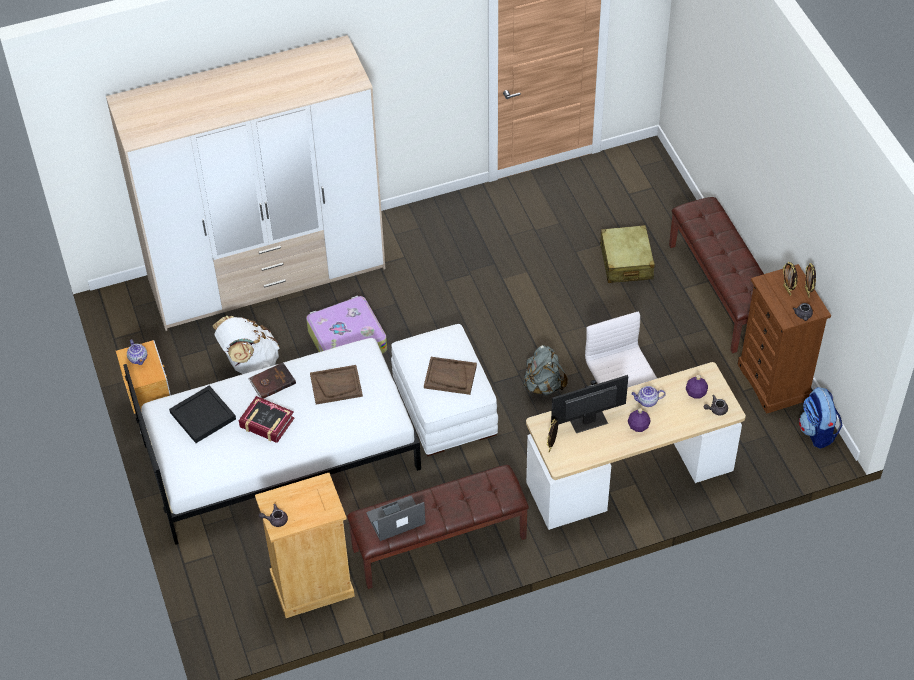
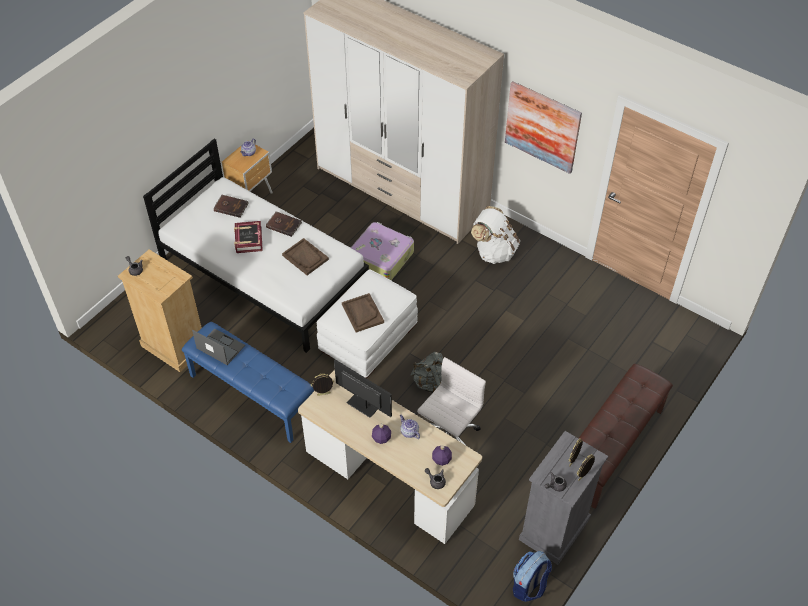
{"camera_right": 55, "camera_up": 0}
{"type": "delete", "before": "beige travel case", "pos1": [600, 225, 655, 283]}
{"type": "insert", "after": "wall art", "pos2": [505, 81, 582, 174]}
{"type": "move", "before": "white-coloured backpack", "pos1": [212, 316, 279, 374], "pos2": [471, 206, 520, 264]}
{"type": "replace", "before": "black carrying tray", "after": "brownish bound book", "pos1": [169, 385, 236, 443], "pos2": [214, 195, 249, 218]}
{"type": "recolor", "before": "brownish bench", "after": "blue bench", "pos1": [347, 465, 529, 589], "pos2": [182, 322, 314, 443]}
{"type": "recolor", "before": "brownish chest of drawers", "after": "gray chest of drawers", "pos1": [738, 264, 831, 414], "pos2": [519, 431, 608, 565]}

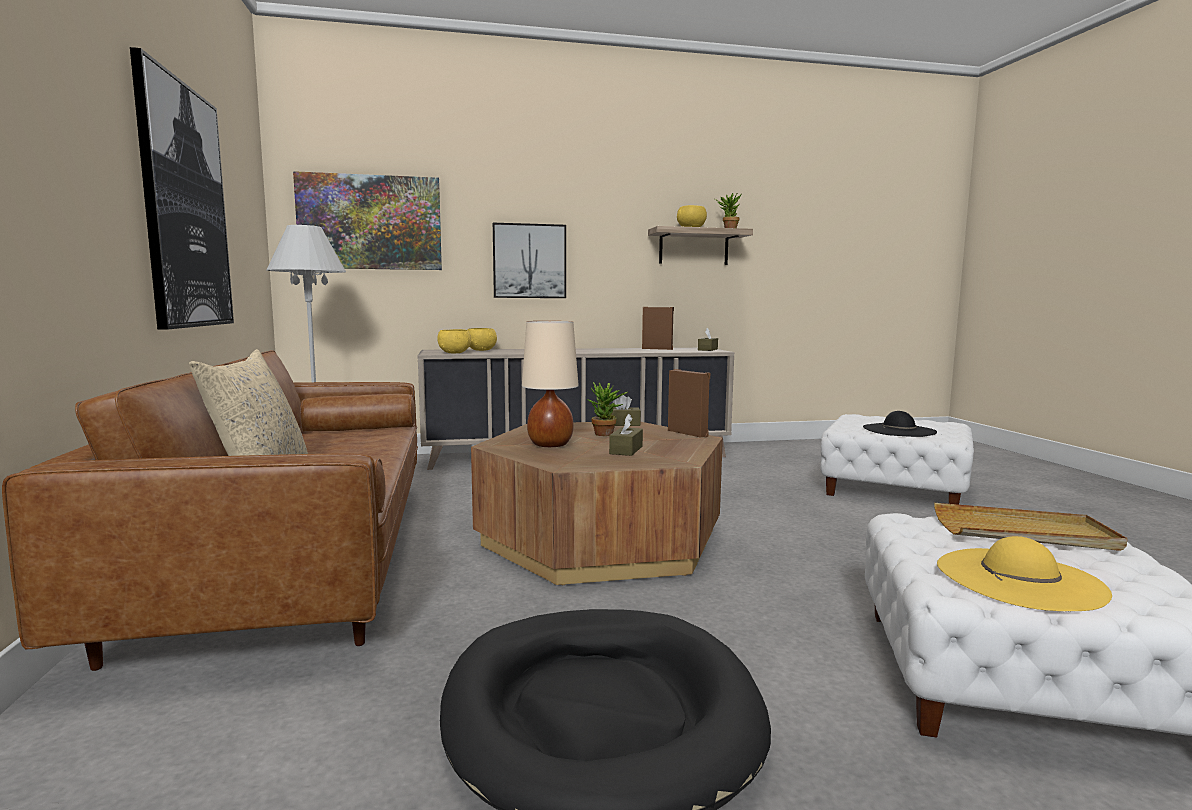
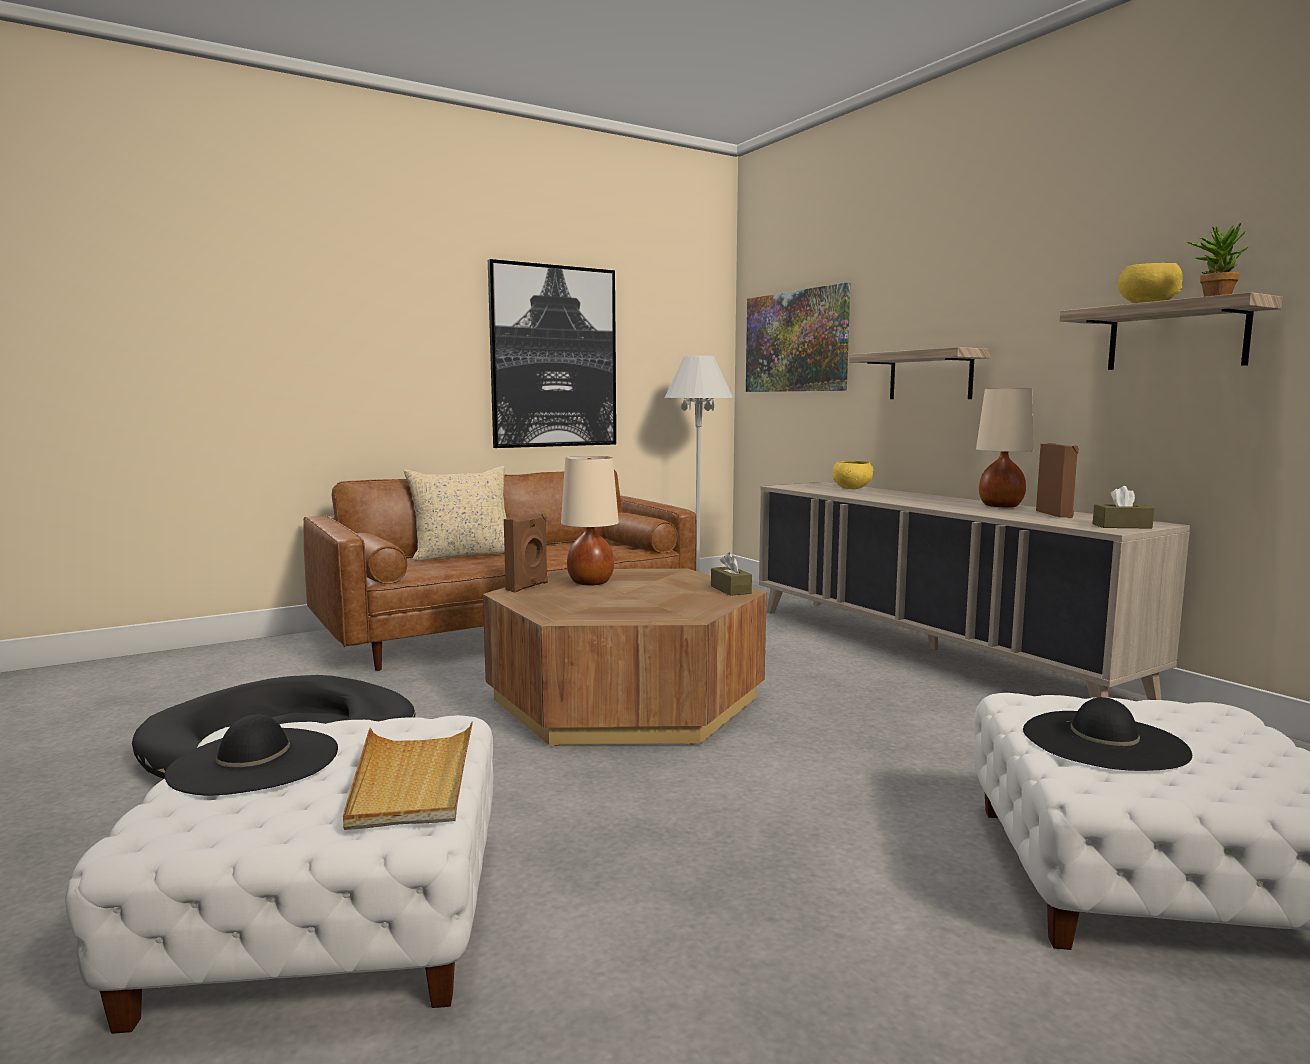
{"camera_right": 70, "camera_up": 0}
{"type": "delete", "before": "yellowish serving bowl", "pos1": [437, 329, 471, 353]}
{"type": "delete", "before": "plant in a pot", "pos1": [588, 382, 628, 436]}
{"type": "delete", "before": "brownish box of tissues", "pos1": [609, 414, 643, 456]}
{"type": "insert", "after": "beige lamp for a table", "pos2": [976, 388, 1034, 508]}
{"type": "move", "before": "brownish speaker", "pos1": [668, 369, 710, 438], "pos2": [504, 513, 548, 592]}
{"type": "replace", "before": "wall art", "after": "shelf", "pos1": [493, 223, 566, 298], "pos2": [849, 347, 990, 399]}
{"type": "recolor", "before": "yellowish clothing hat", "after": "black clothing hat", "pos1": [937, 536, 1112, 611], "pos2": [165, 714, 338, 796]}

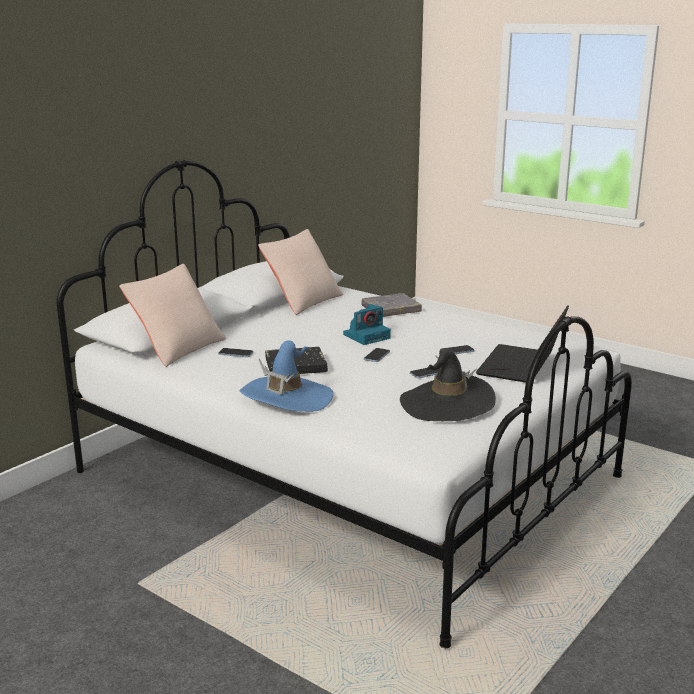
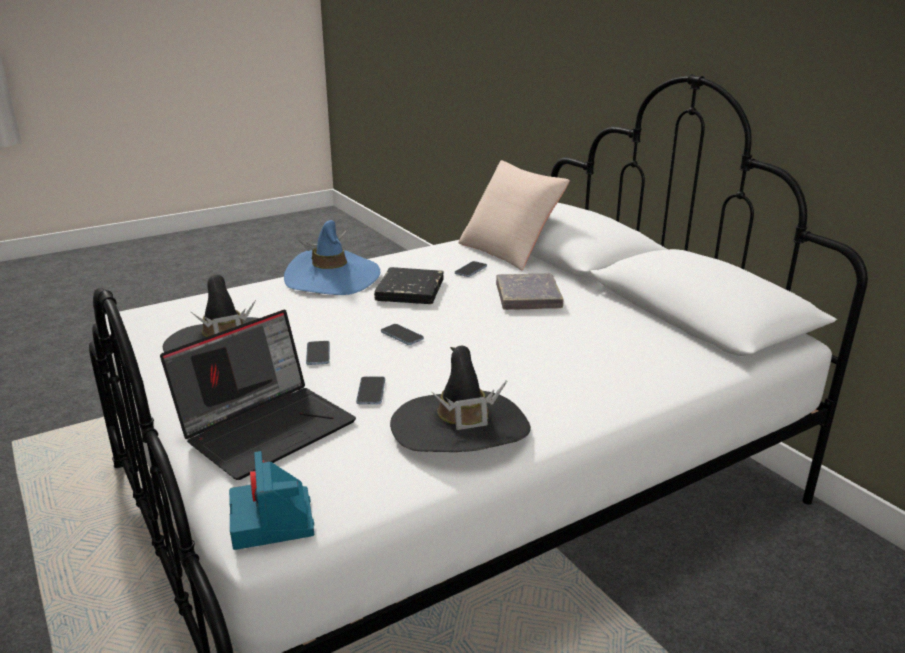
{"camera_right": 110, "camera_up": 5}
{"type": "delete", "before": "beige pillow", "pos1": [258, 229, 343, 315]}
{"type": "insert", "after": "black clothing hat", "pos2": [390, 345, 531, 452]}
{"type": "move", "before": "still camera", "pos1": [343, 304, 391, 345], "pos2": [229, 451, 314, 550]}
{"type": "move", "before": "gray bound book", "pos1": [361, 293, 422, 317], "pos2": [496, 274, 563, 310]}
{"type": "rotate", "before": "portable computer", "pos1": [476, 305, 569, 382], "pos2": [160, 310, 356, 480], "turn": 90}

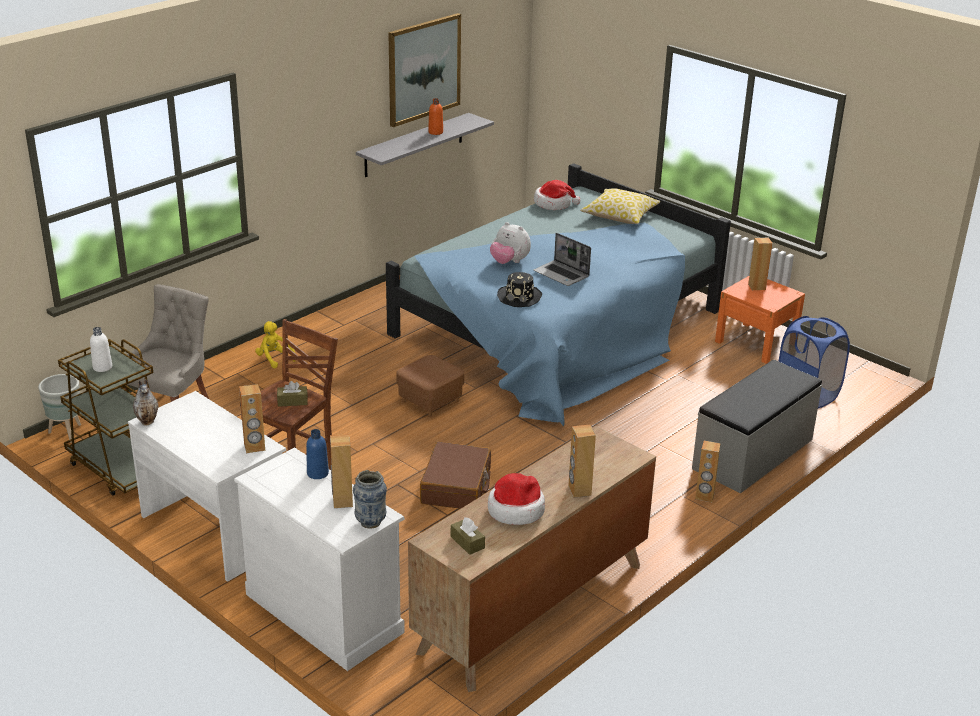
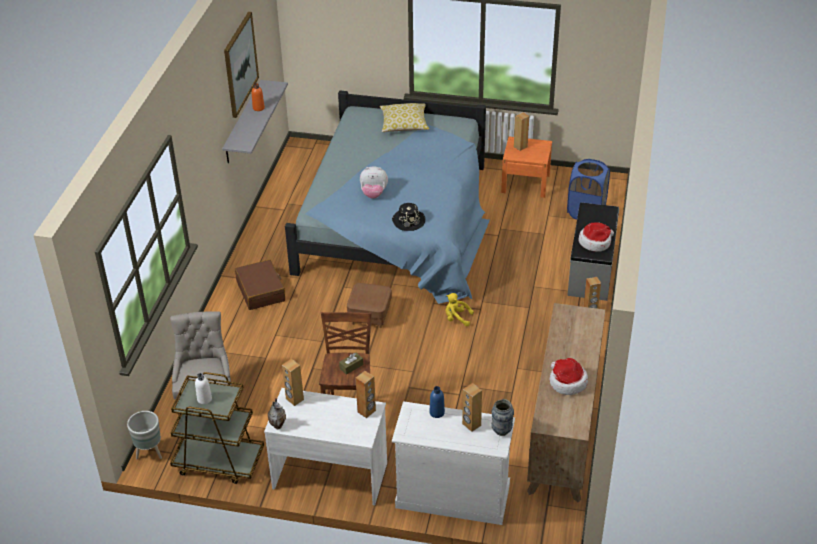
{"camera_right": -30, "camera_up": 10}
{"type": "delete", "before": "brownish box of tissues", "pos1": [451, 517, 485, 555]}
{"type": "delete", "before": "portable computer", "pos1": [533, 233, 591, 286]}
{"type": "move", "before": "yellowish plush toy", "pos1": [255, 321, 296, 368], "pos2": [445, 293, 474, 326]}
{"type": "move", "before": "brownish travel case", "pos1": [420, 442, 491, 509], "pos2": [235, 259, 285, 310]}
{"type": "move", "before": "clothing hat", "pos1": [534, 180, 580, 210], "pos2": [579, 222, 614, 252]}
{"type": "move", "before": "brownish speaker", "pos1": [568, 424, 596, 498], "pos2": [282, 359, 304, 406]}

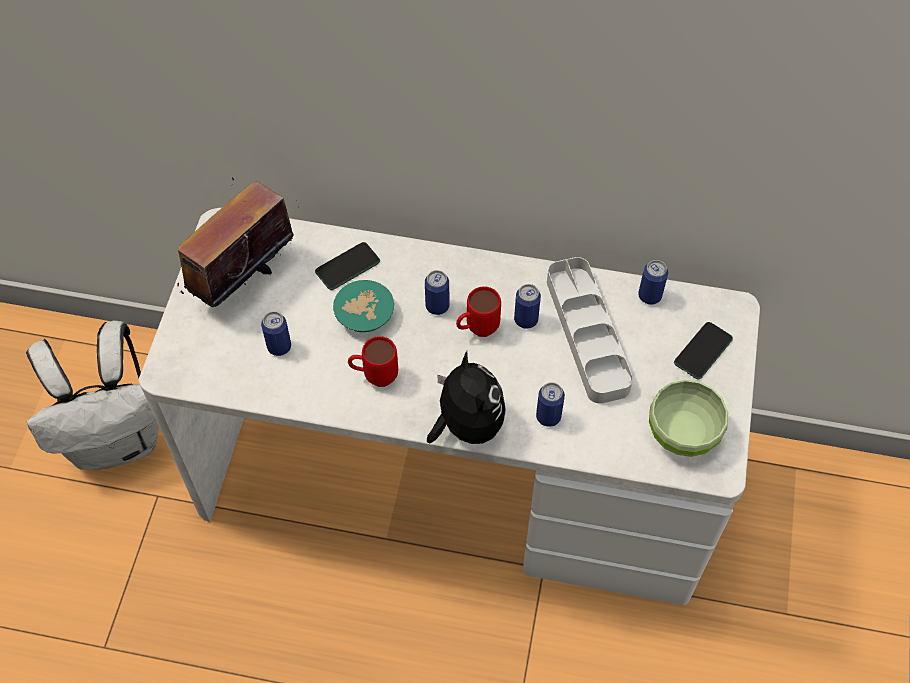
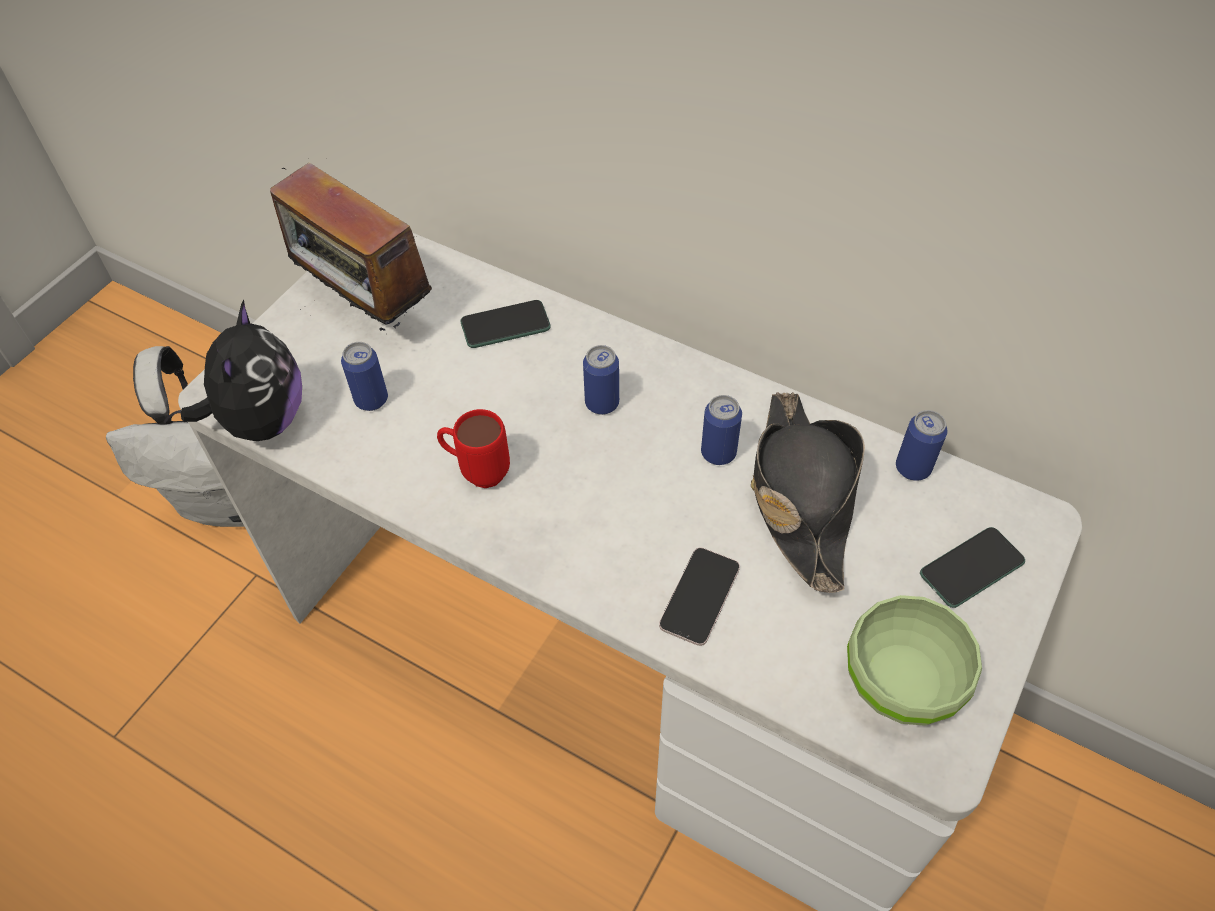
{"camera_right": 20, "camera_up": -5}
{"type": "delete", "before": "blue-green serving bowl", "pos1": [333, 280, 394, 332]}
{"type": "delete", "before": "reddish mug", "pos1": [456, 286, 501, 337]}
{"type": "move", "before": "plush toy", "pos1": [427, 351, 506, 444], "pos2": [181, 300, 302, 441]}
{"type": "replace", "before": "sealed can", "after": "phone", "pos1": [536, 382, 565, 427], "pos2": [659, 548, 740, 646]}
{"type": "replace", "before": "gray carrying tray", "after": "black clothing hat", "pos1": [547, 257, 633, 404], "pos2": [751, 392, 865, 593]}
{"type": "rotate", "before": "radio receiver", "pos1": [177, 178, 294, 307], "pos2": [270, 163, 432, 331], "turn": -105}

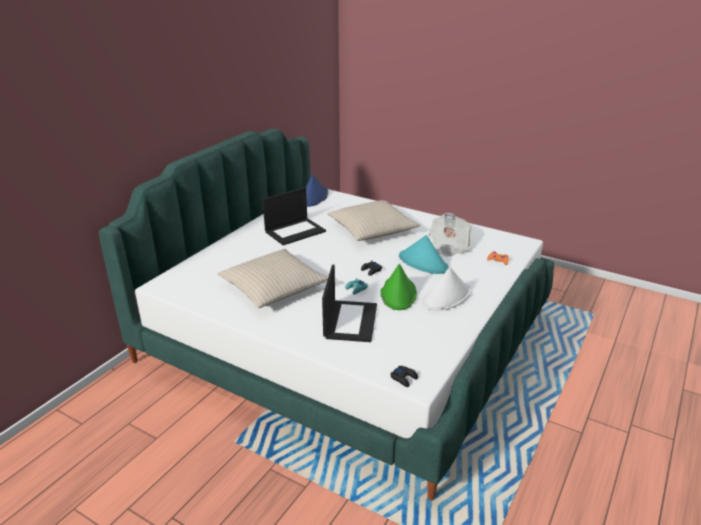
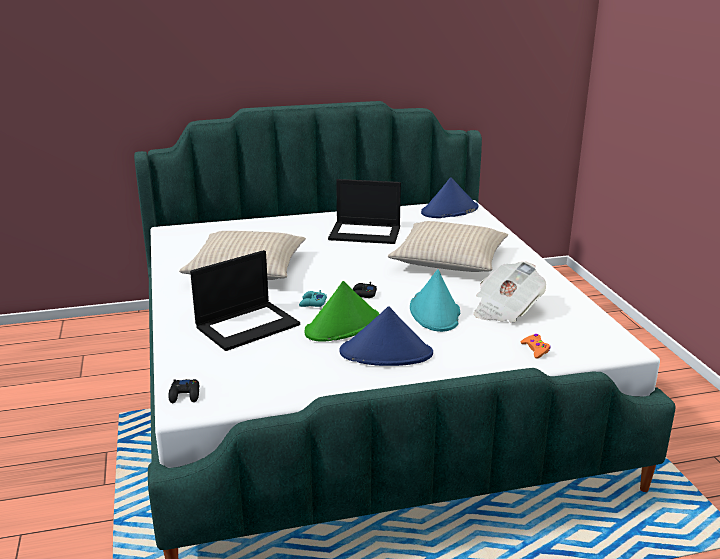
{"camera_right": 45, "camera_up": -5}
{"type": "recolor", "before": "white-coloured clothing hat", "after": "blue clothing hat", "pos1": [422, 267, 471, 311], "pos2": [339, 307, 433, 366]}

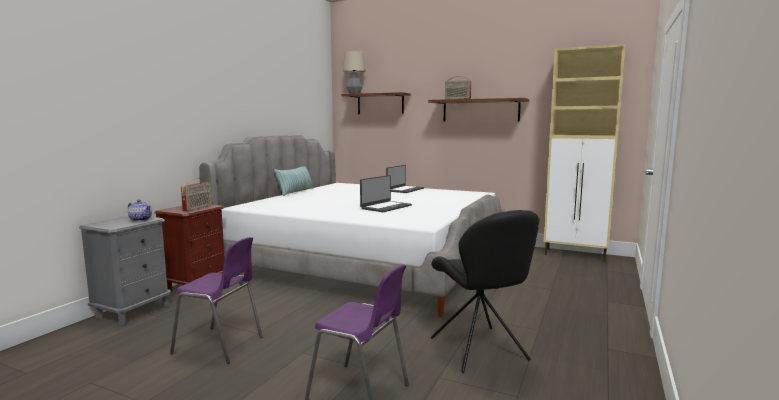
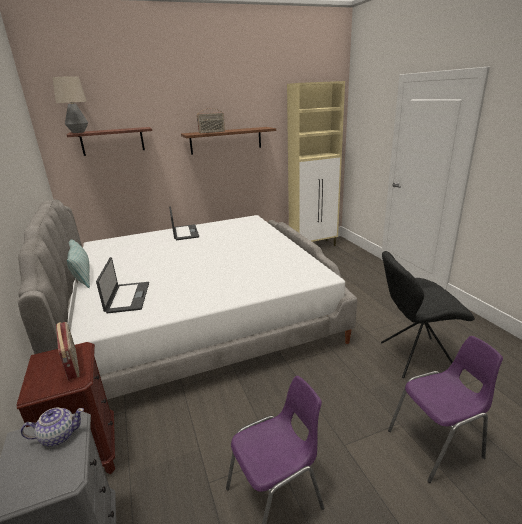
{"camera_right": -45, "camera_up": 15}
{"type": "move", "before": "portable computer", "pos1": [360, 175, 412, 212], "pos2": [96, 257, 149, 314]}
{"type": "rotate", "before": "black upright chair", "pos1": [431, 210, 539, 373], "pos2": [381, 251, 475, 378], "turn": 150}

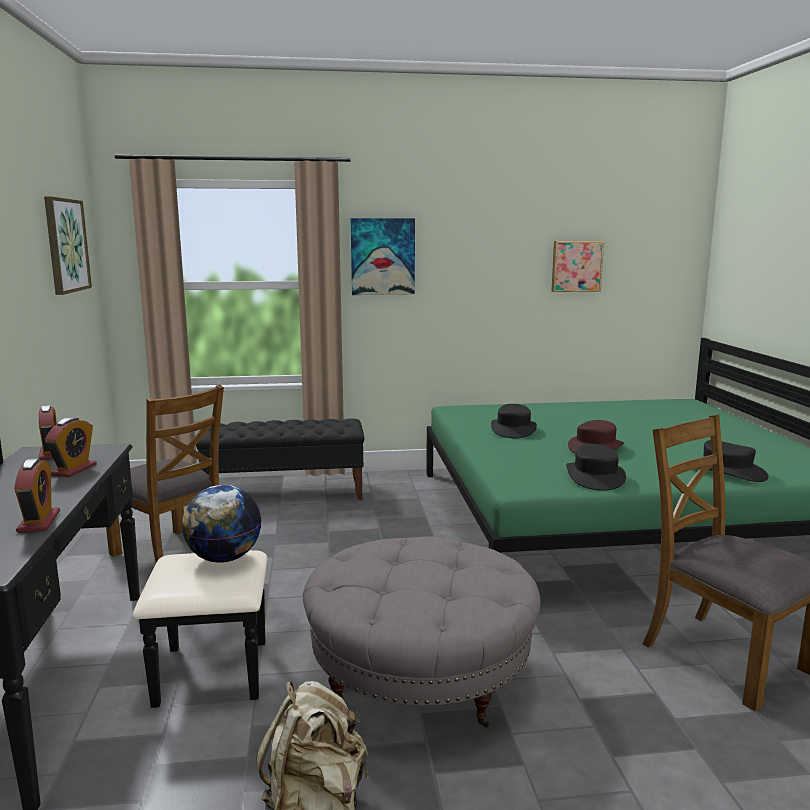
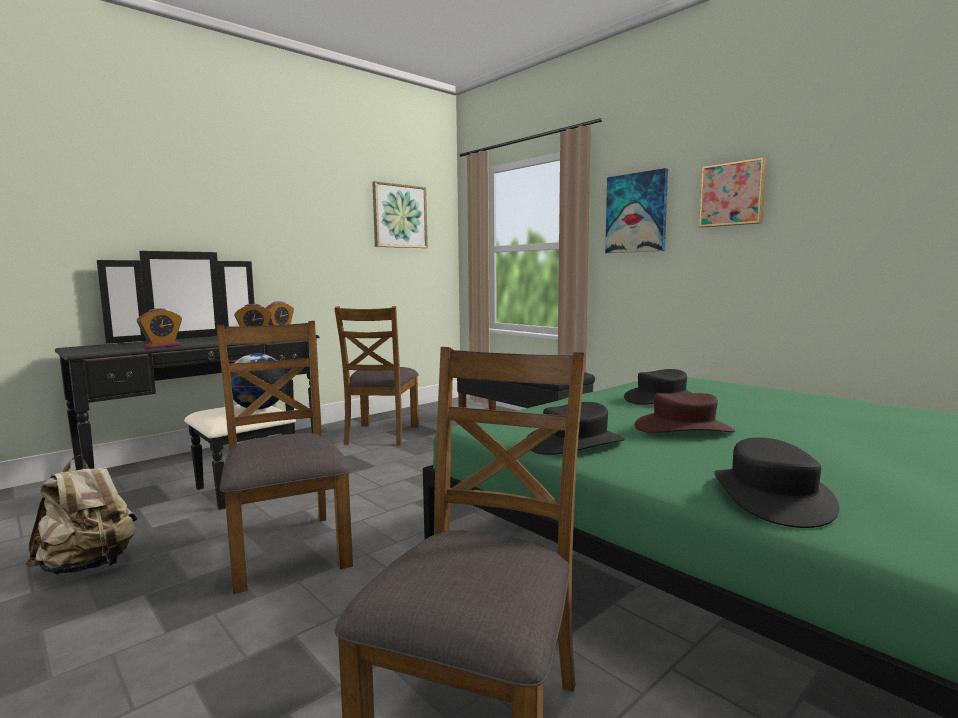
{"camera_right": 55, "camera_up": -5}
{"type": "move", "before": "wall art", "pos1": [551, 241, 604, 292], "pos2": [699, 157, 767, 228]}
{"type": "replace", "before": "gray footrest", "after": "brownish upright chair", "pos1": [303, 537, 540, 728], "pos2": [216, 321, 353, 594]}

